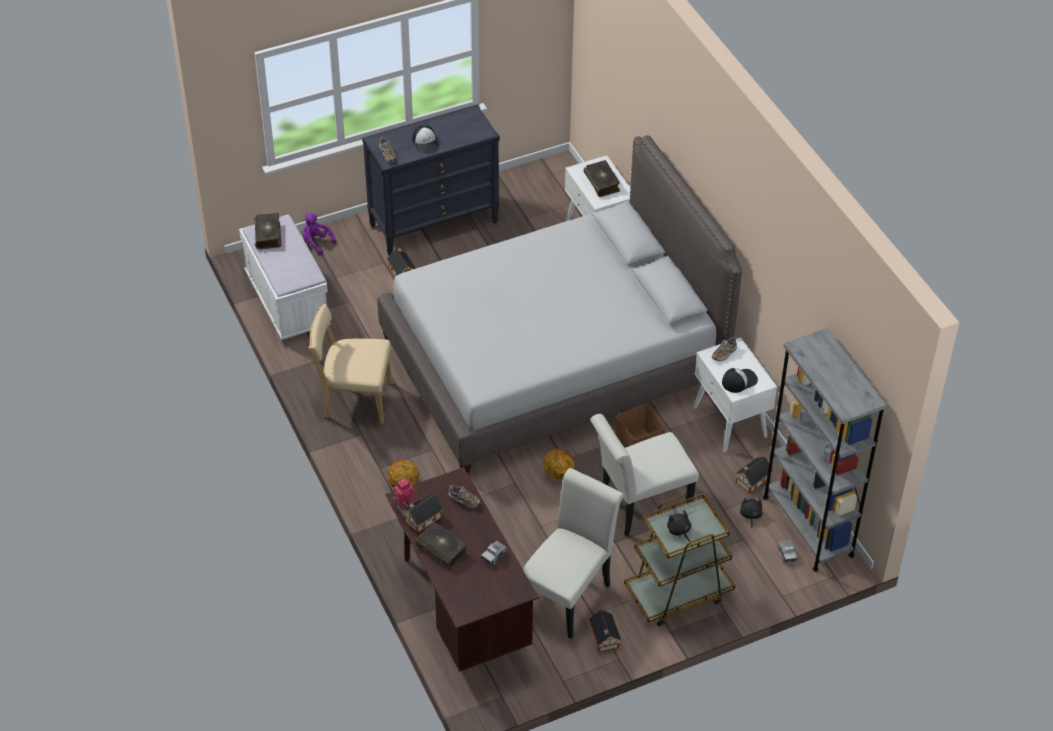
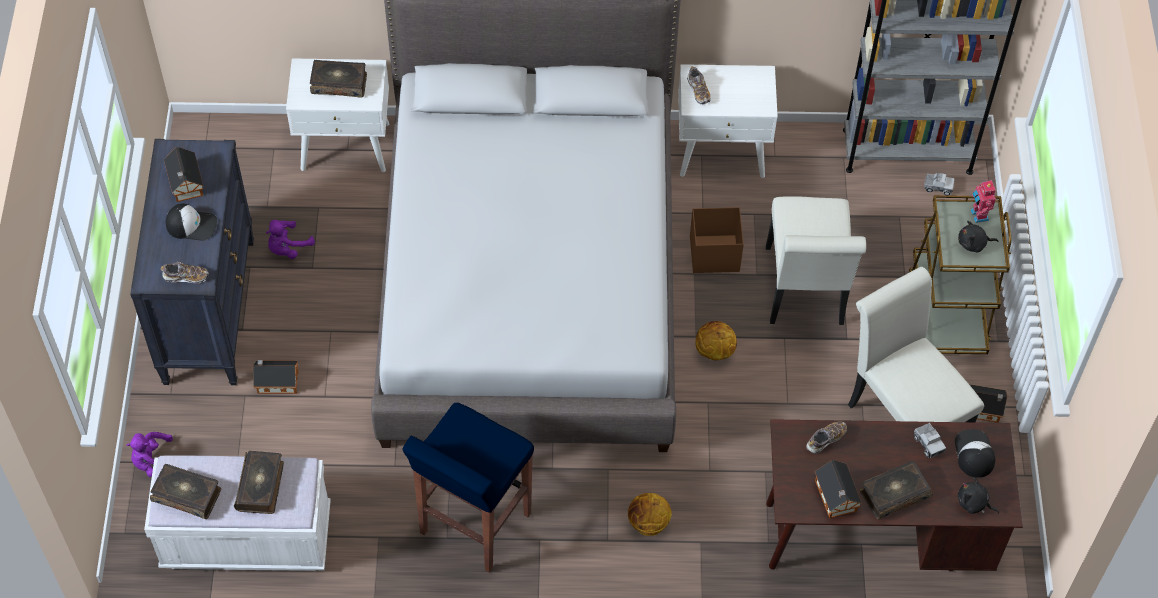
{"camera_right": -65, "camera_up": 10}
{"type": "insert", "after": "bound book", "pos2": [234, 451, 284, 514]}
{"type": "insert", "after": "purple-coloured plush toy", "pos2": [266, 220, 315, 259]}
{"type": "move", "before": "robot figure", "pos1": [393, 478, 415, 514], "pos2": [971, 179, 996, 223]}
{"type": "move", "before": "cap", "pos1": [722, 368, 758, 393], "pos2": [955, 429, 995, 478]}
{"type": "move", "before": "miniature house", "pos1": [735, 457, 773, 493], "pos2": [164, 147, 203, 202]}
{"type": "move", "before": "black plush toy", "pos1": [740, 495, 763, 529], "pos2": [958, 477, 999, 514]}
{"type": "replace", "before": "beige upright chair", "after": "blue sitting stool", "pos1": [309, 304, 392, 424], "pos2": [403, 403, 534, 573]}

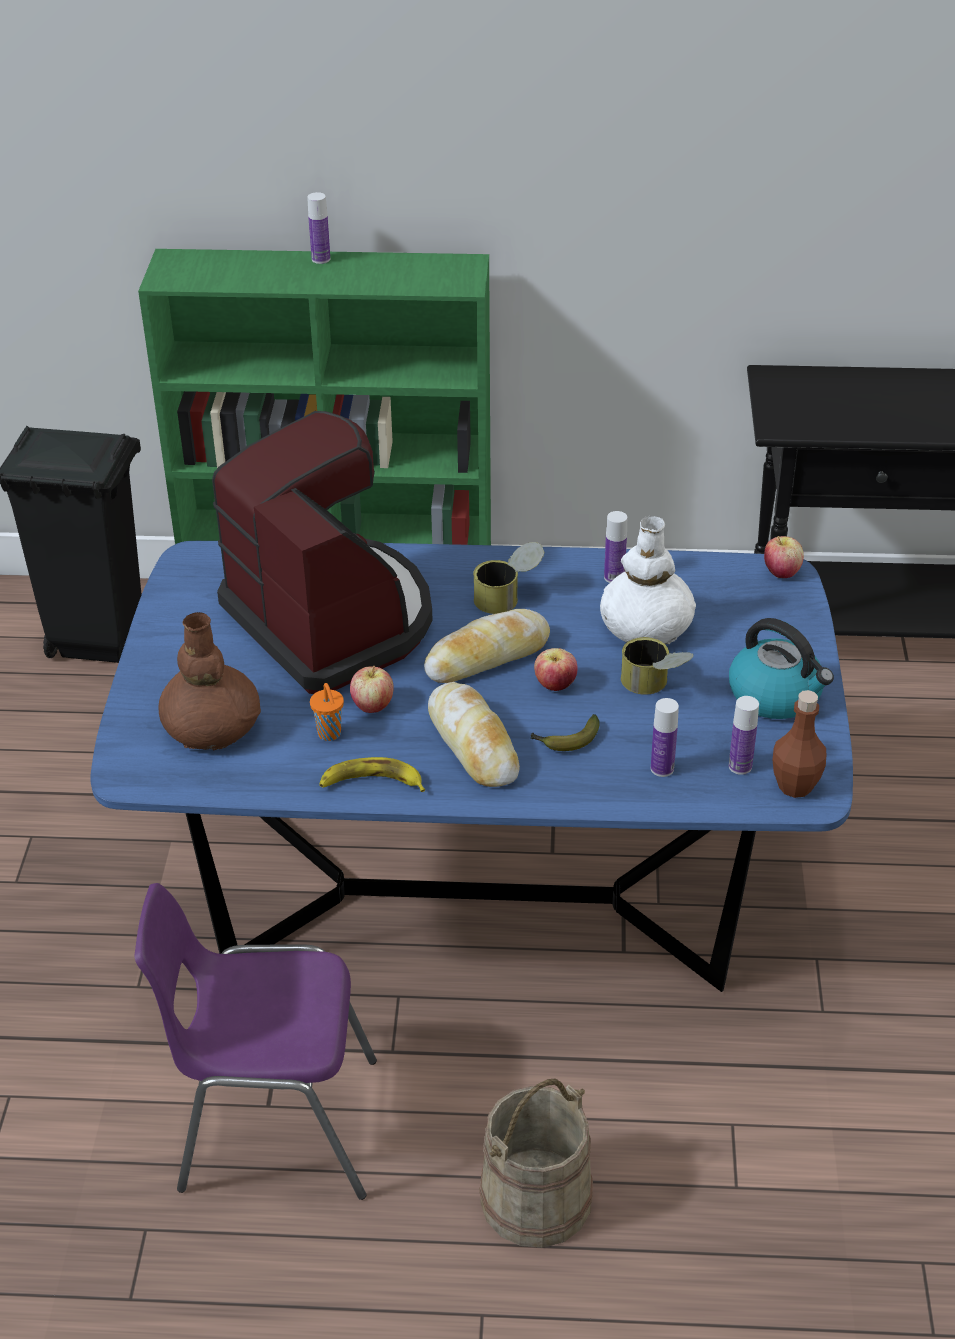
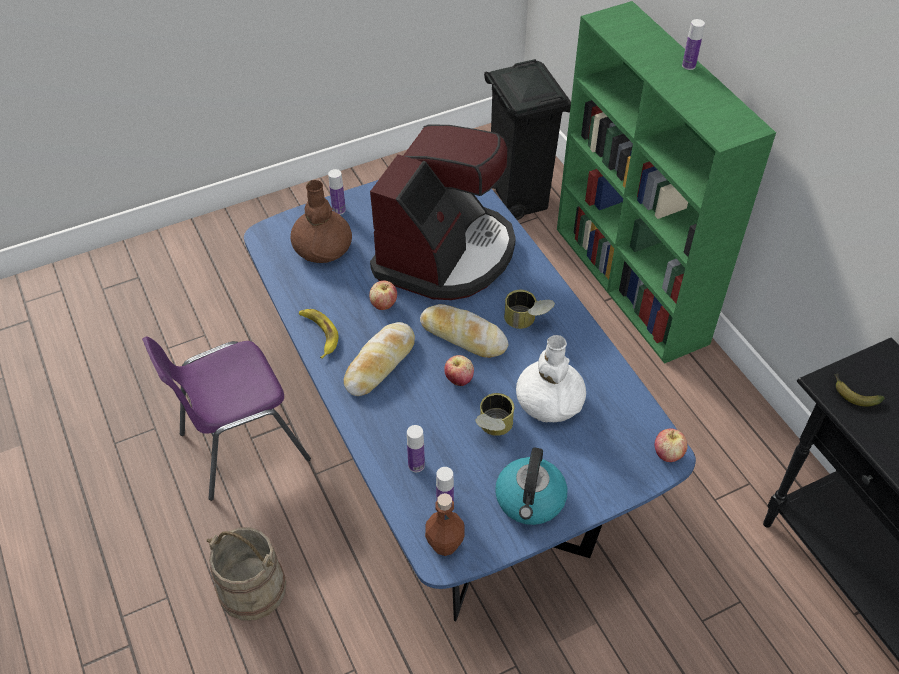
{"camera_right": 60, "camera_up": 10}
{"type": "delete", "before": "orange small cup", "pos1": [310, 683, 344, 741]}
{"type": "move", "before": "whole banana", "pos1": [530, 714, 600, 751], "pos2": [834, 373, 885, 407]}
{"type": "move", "before": "beverage bottle", "pos1": [604, 511, 627, 583], "pos2": [328, 169, 346, 215]}
{"type": "rotate", "before": "purple-coloured upright chair", "pos1": [135, 883, 377, 1200], "pos2": [142, 336, 311, 501], "turn": -90}

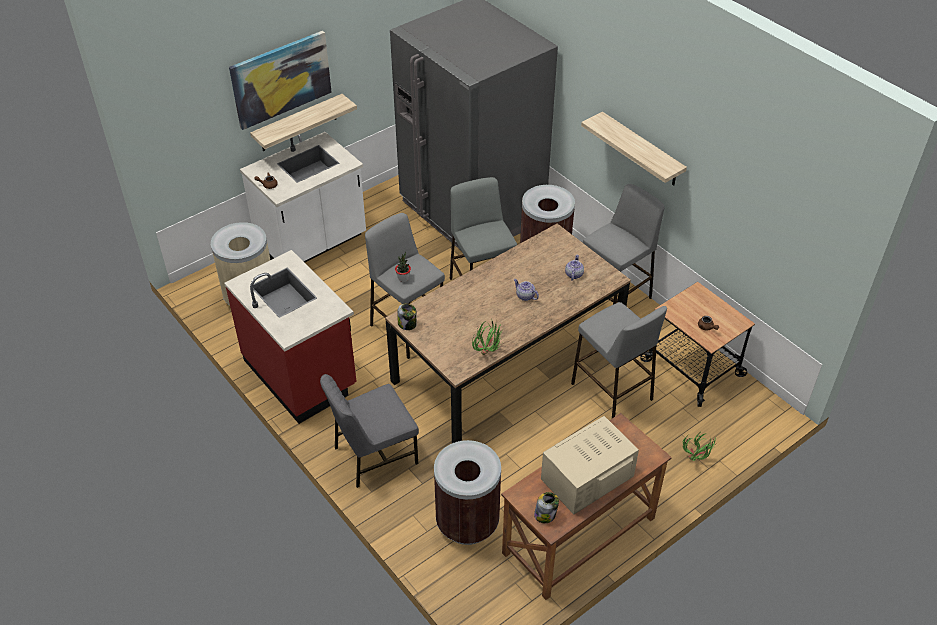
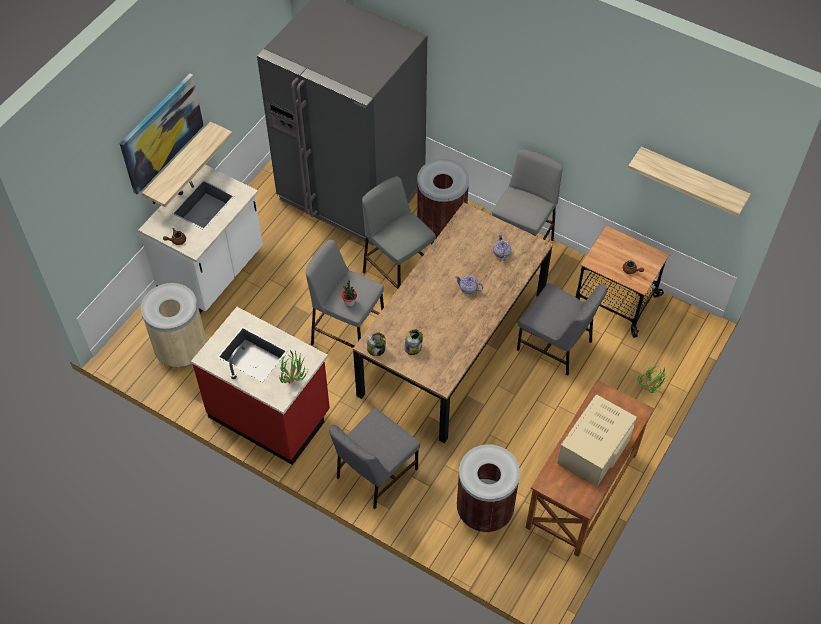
{"camera_right": -20, "camera_up": 10}
{"type": "move", "before": "plant in a pot", "pos1": [472, 319, 504, 355], "pos2": [279, 350, 308, 384]}
{"type": "move", "before": "jar", "pos1": [534, 492, 559, 523], "pos2": [404, 330, 423, 355]}
{"type": "move", "before": "shelf", "pos1": [581, 112, 687, 185], "pos2": [628, 147, 751, 217]}
{"type": "replace", "before": "gray sitting stool", "after": "gray upright chair", "pos1": [571, 302, 667, 418], "pos2": [517, 283, 607, 376]}

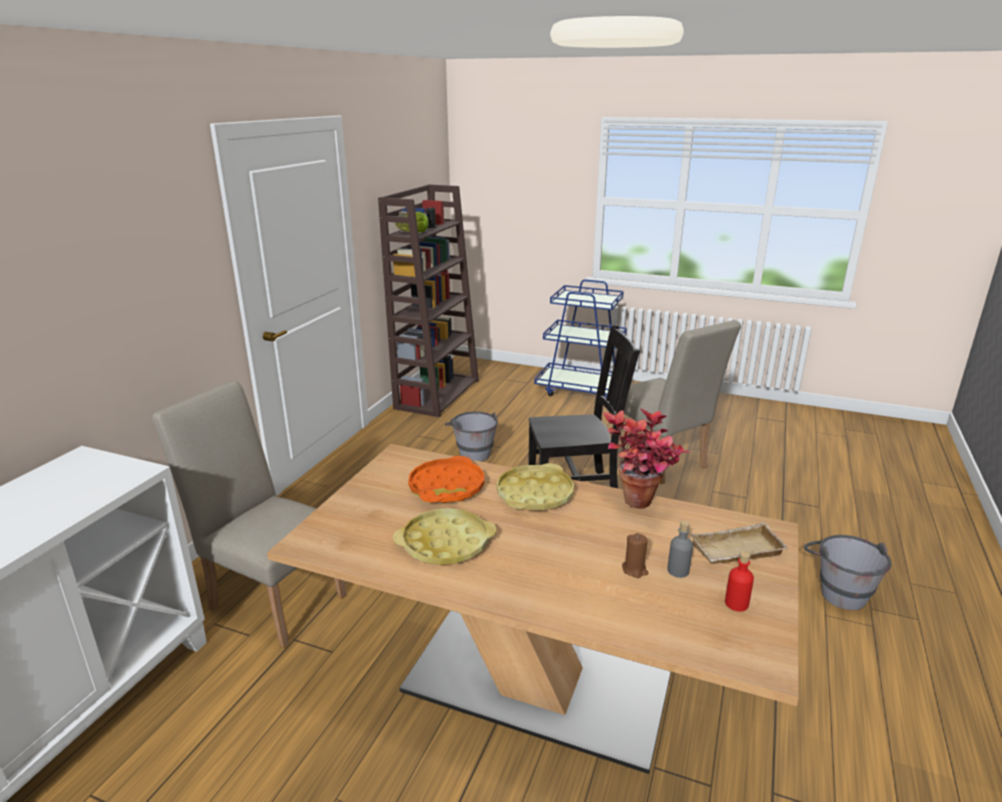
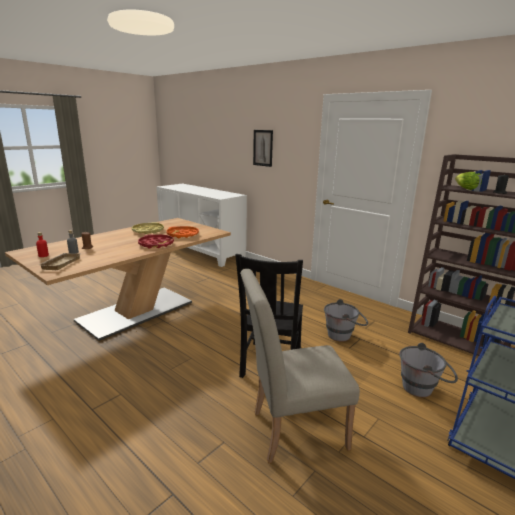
{"camera_right": 110, "camera_up": -5}
{"type": "delete", "before": "beige upright chair", "pos1": [152, 381, 346, 648]}
{"type": "delete", "before": "plant in a pot", "pos1": [603, 408, 690, 509]}
{"type": "insert", "after": "wall art", "pos2": [253, 130, 273, 167]}
{"type": "move", "before": "gray pail", "pos1": [804, 535, 891, 610], "pos2": [399, 343, 458, 397]}
{"type": "recolor", "before": "yellowish carrying tray", "after": "reddish carrying tray", "pos1": [497, 463, 574, 510], "pos2": [138, 234, 174, 249]}

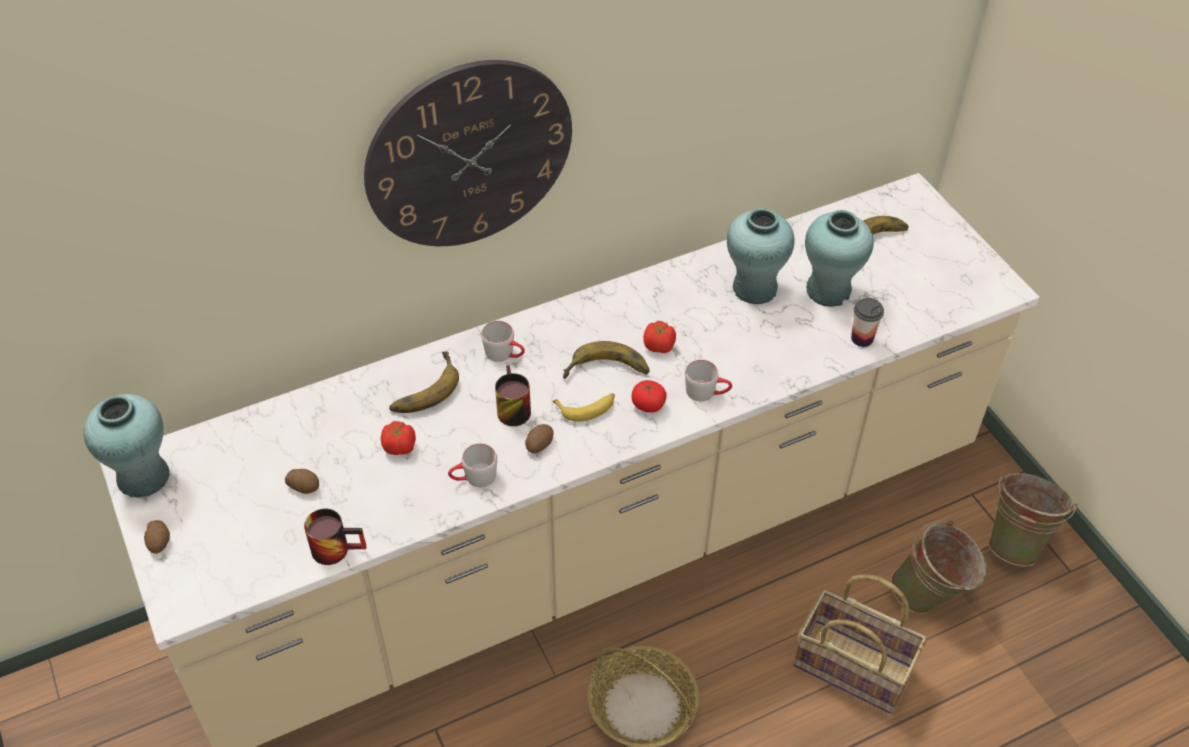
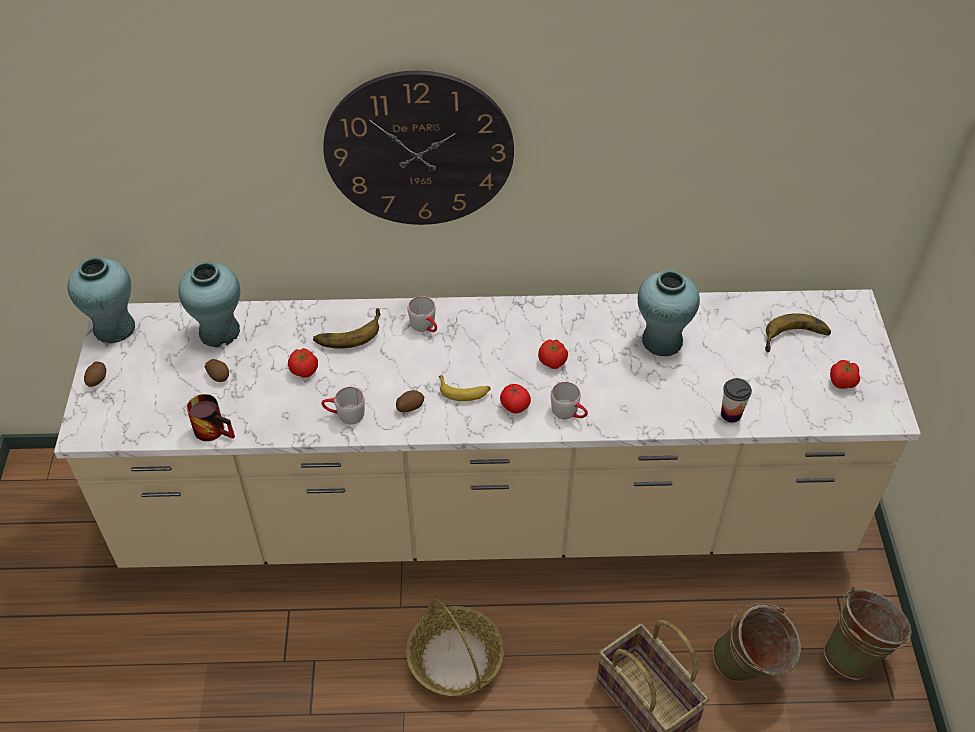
{"camera_right": 25, "camera_up": 0}
{"type": "delete", "before": "mug", "pos1": [495, 365, 531, 426]}
{"type": "delete", "before": "whole banana", "pos1": [563, 341, 649, 379]}
{"type": "insert", "after": "whole tomato", "pos2": [830, 360, 860, 389]}
{"type": "move", "before": "blue-green decorative vase", "pos1": [805, 210, 874, 307], "pos2": [178, 262, 240, 348]}

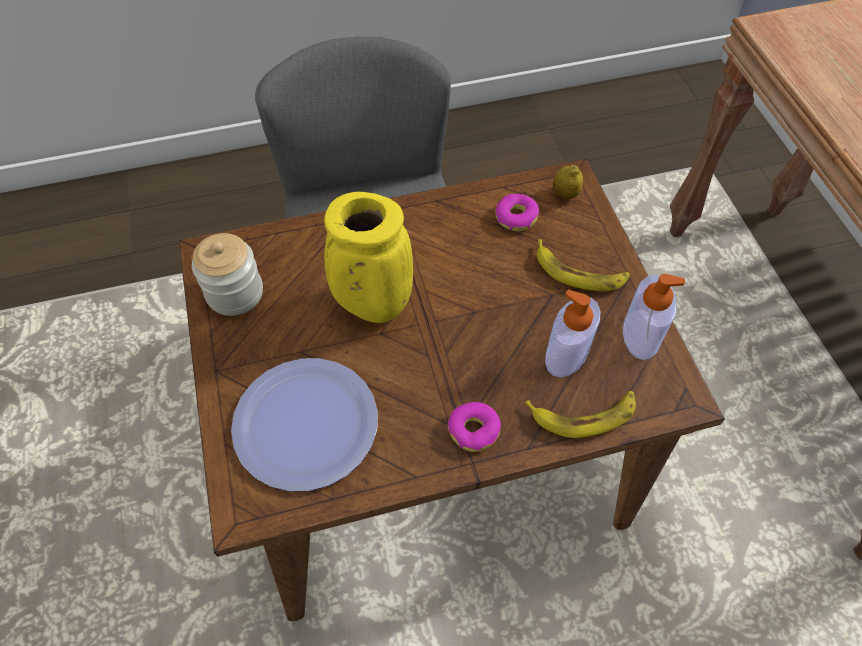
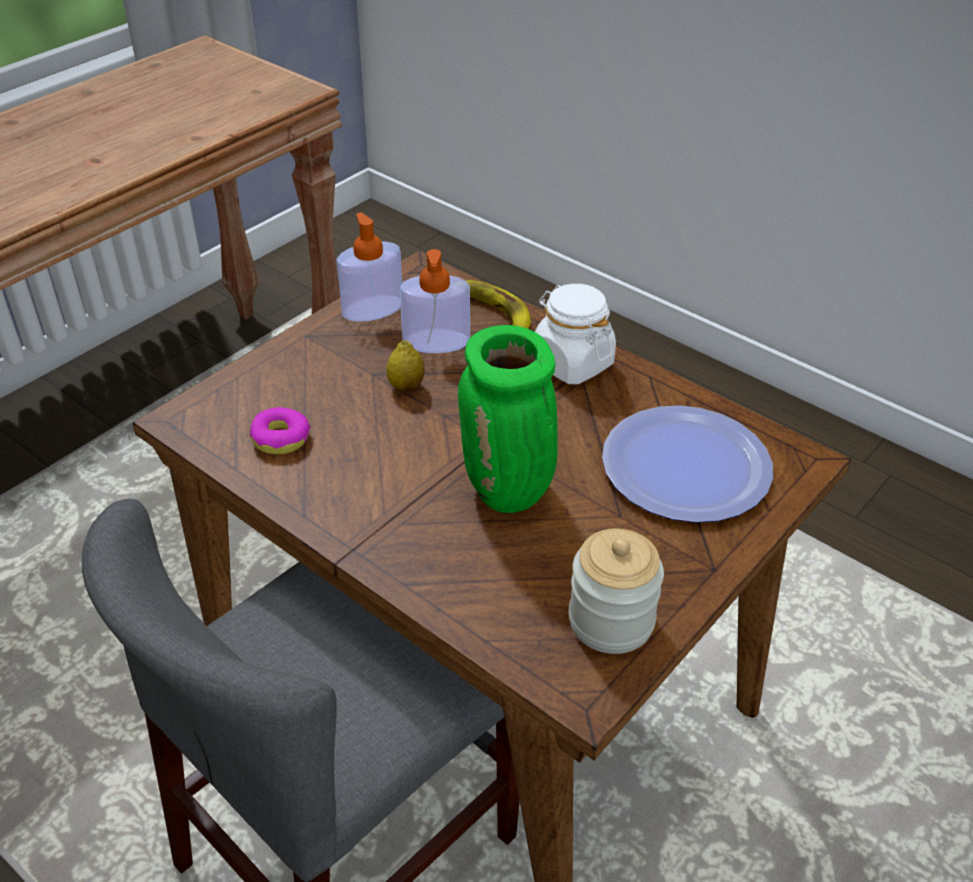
{"camera_right": -125, "camera_up": -15}
{"type": "delete", "before": "whole banana", "pos1": [537, 239, 630, 291]}
{"type": "move", "before": "citrus fruit", "pos1": [553, 165, 583, 199], "pos2": [387, 340, 424, 392]}
{"type": "replace", "before": "ring doughnut", "after": "white-coloured jar", "pos1": [448, 402, 501, 452], "pos2": [535, 284, 616, 384]}
{"type": "recolor", "before": "yellowish decorative vase", "after": "green decorative vase", "pos1": [324, 192, 413, 323], "pos2": [458, 325, 558, 513]}

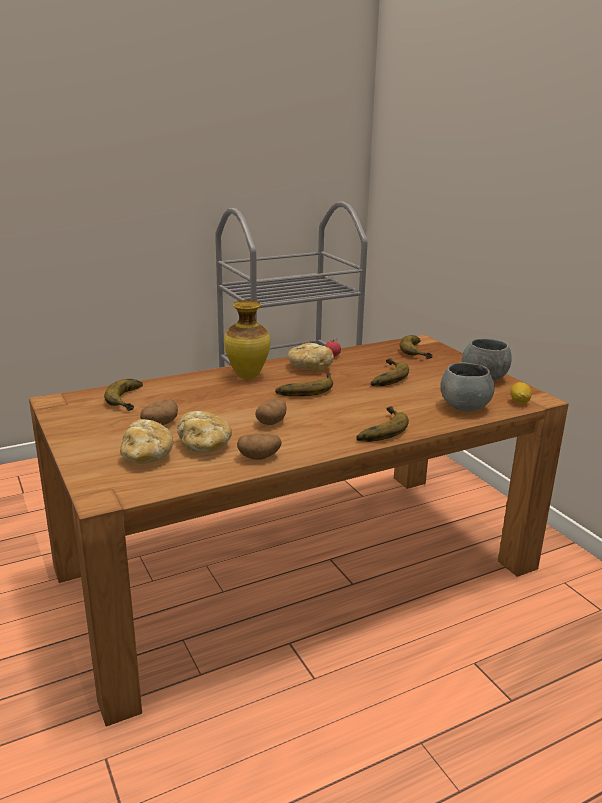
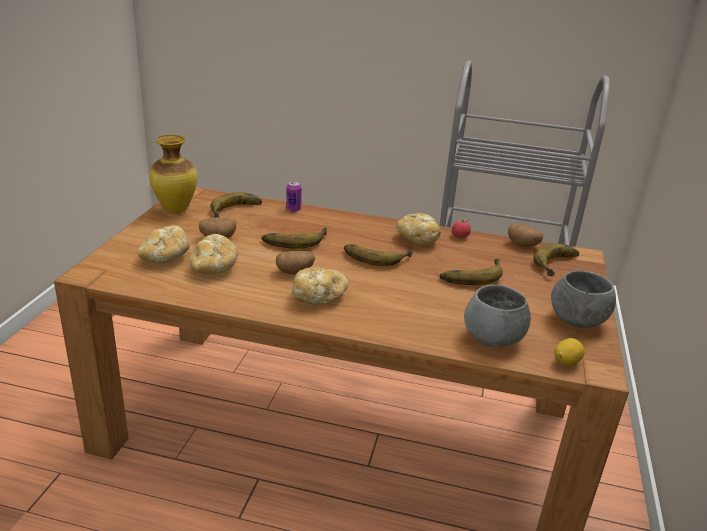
{"camera_right": 40, "camera_up": 5}
{"type": "insert", "after": "sealed can", "pos2": [286, 181, 302, 212]}
{"type": "insert", "after": "baked bread", "pos2": [292, 267, 348, 304]}
{"type": "move", "before": "decorative vase", "pos1": [224, 300, 270, 379], "pos2": [149, 135, 197, 214]}
{"type": "move", "before": "spud", "pos1": [237, 433, 282, 460], "pos2": [508, 224, 543, 247]}
{"type": "move", "before": "whole banana", "pos1": [357, 406, 409, 442], "pos2": [261, 228, 327, 249]}

